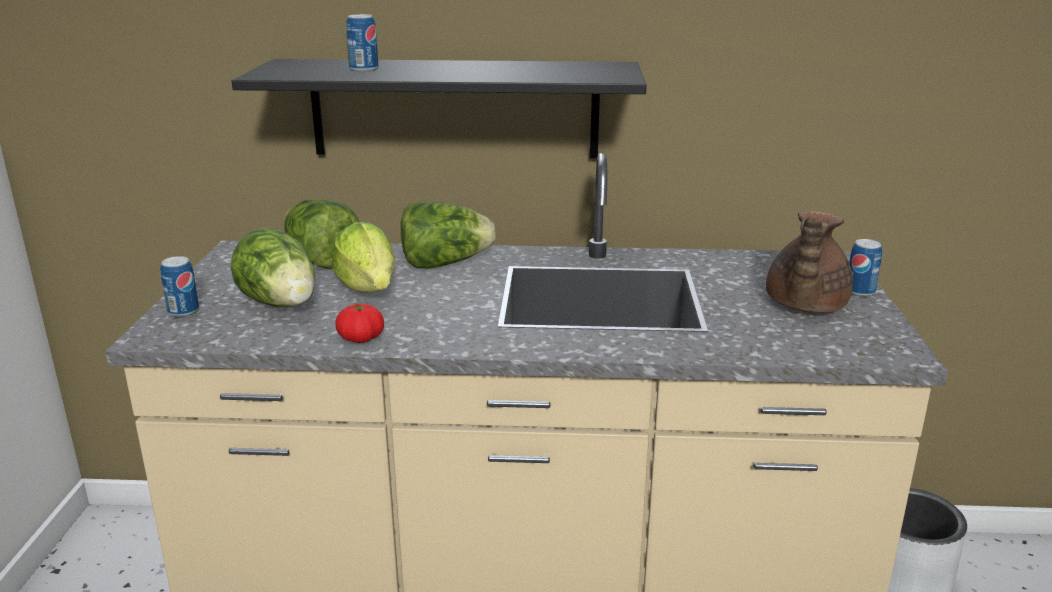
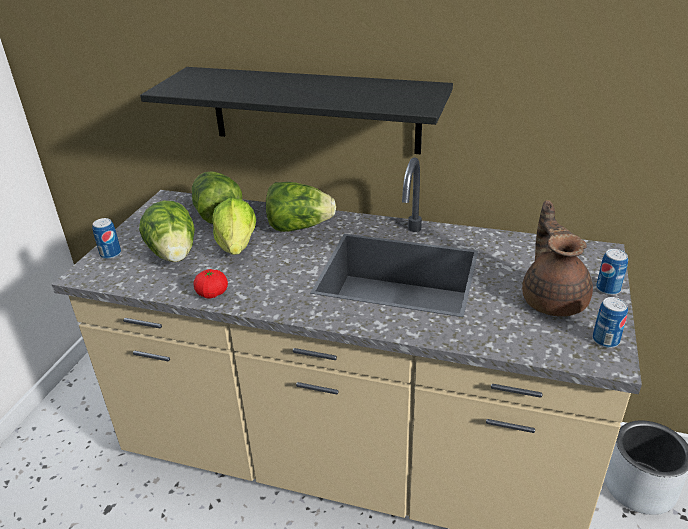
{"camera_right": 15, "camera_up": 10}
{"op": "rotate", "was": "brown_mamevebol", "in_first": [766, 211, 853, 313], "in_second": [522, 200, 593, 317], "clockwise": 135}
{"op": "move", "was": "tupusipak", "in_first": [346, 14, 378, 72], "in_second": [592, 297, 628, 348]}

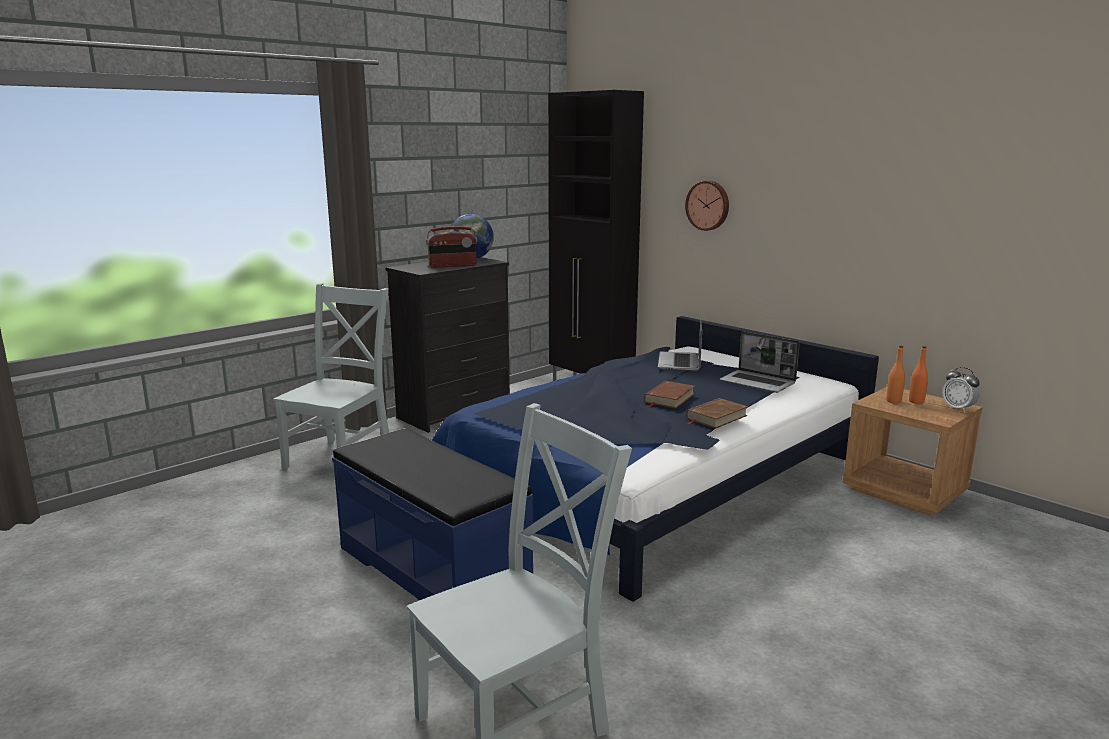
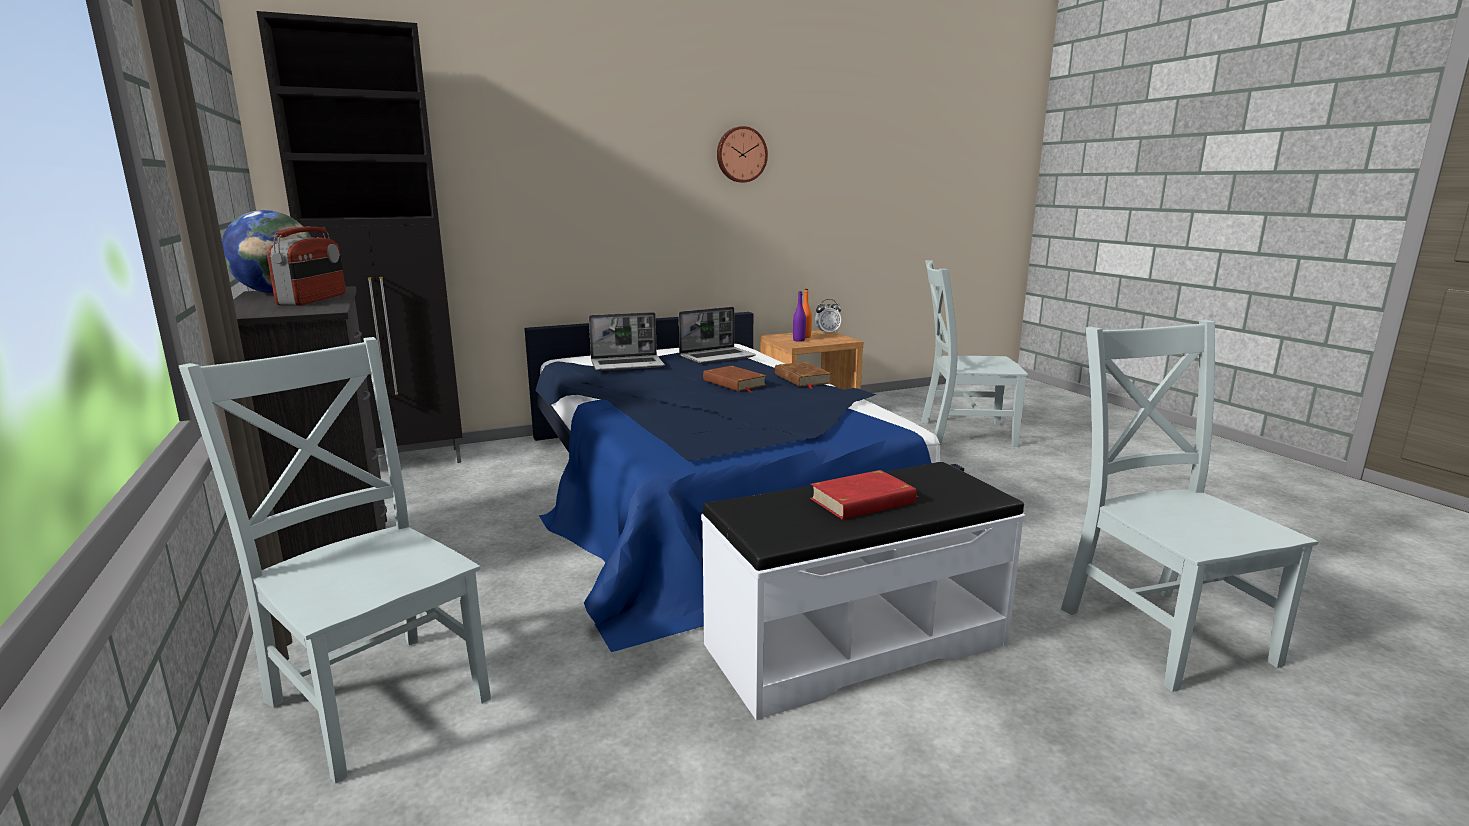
{"camera_right": -70, "camera_up": 0}
{"op": "rotate", "was": "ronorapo", "in_first": [658, 318, 702, 372], "in_second": [589, 312, 665, 371], "clockwise": -45}
{"op": "recolor", "was": "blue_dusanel", "now": "white_dusanel", "in_first": [332, 428, 533, 600], "in_second": [701, 462, 1025, 720]}
{"op": "move", "was": "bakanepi", "in_first": [685, 181, 729, 231], "in_second": [717, 126, 768, 182]}
{"op": "recolor", "was": "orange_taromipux", "now": "purple_taromipux", "in_first": [886, 346, 905, 404], "in_second": [793, 291, 806, 342]}
{"op": "insert", "now": "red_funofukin", "in_second": [810, 470, 920, 520]}
{"op": "insert", "now": "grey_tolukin", "in_second": [921, 260, 1028, 447]}

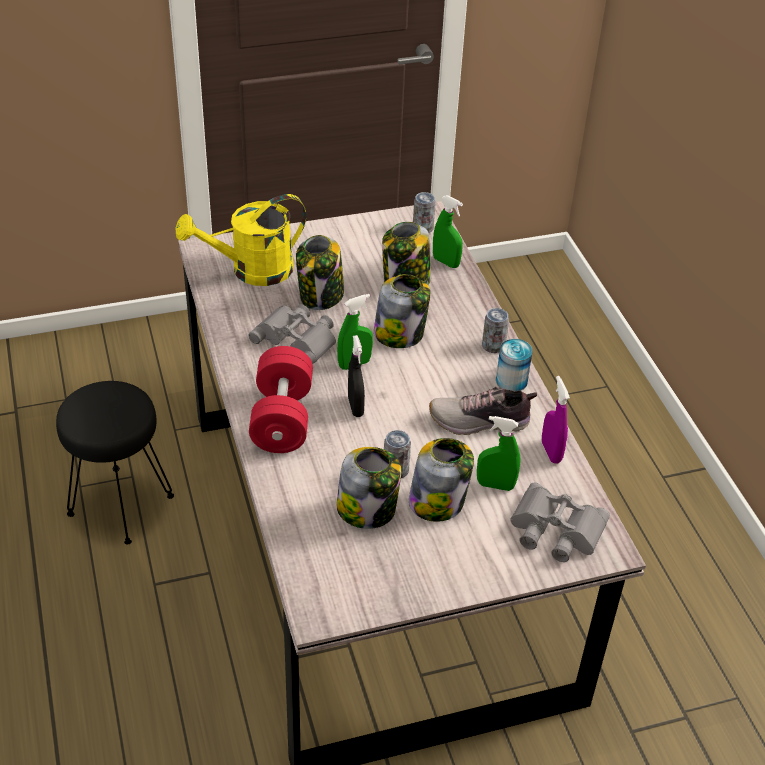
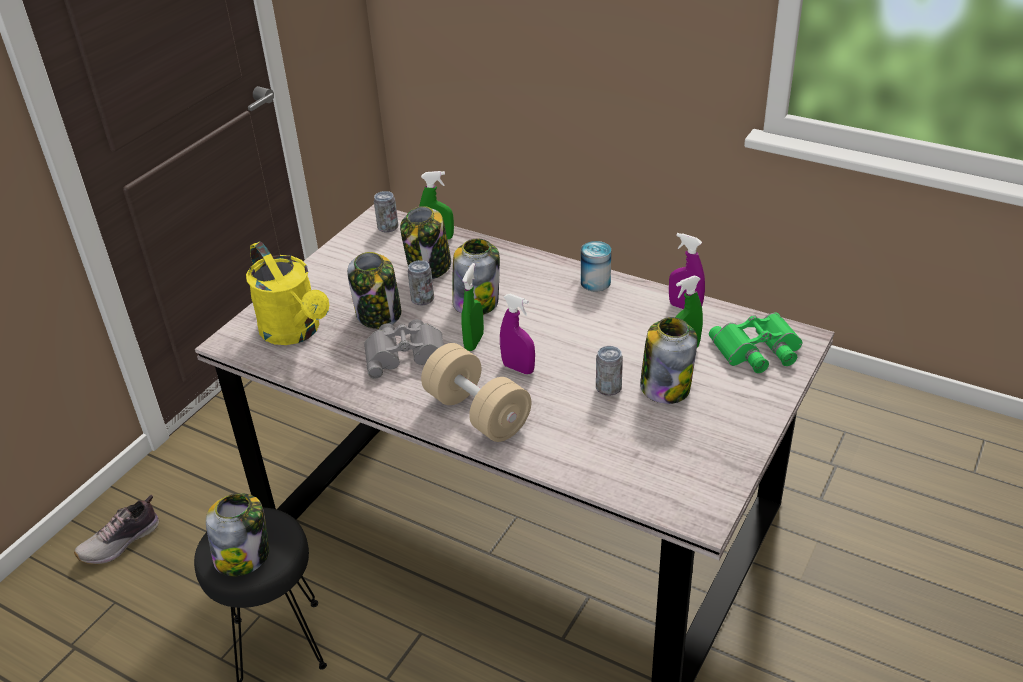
{"camera_right": -40, "camera_up": -5}
{"op": "move", "was": "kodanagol", "in_first": [429, 387, 537, 435], "in_second": [74, 495, 159, 564]}
{"op": "move", "was": "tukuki", "in_first": [337, 447, 401, 529], "in_second": [206, 493, 269, 576]}
{"op": "rotate", "was": "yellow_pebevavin", "in_first": [176, 194, 306, 286], "in_second": [246, 241, 329, 345], "clockwise": -60}
{"op": "move", "was": "tupusipak", "in_first": [482, 308, 509, 353], "in_second": [407, 260, 434, 305]}
{"op": "recolor", "was": "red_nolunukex", "now": "beige_nolunukex", "in_first": [249, 346, 313, 453], "in_second": [421, 343, 531, 442]}
{"op": "recolor", "was": "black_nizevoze", "now": "purple_nizevoze", "in_first": [348, 335, 365, 417], "in_second": [500, 294, 535, 374]}
{"op": "recolor", "was": "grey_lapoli", "now": "green_lapoli", "in_first": [510, 483, 610, 562], "in_second": [709, 313, 802, 373]}

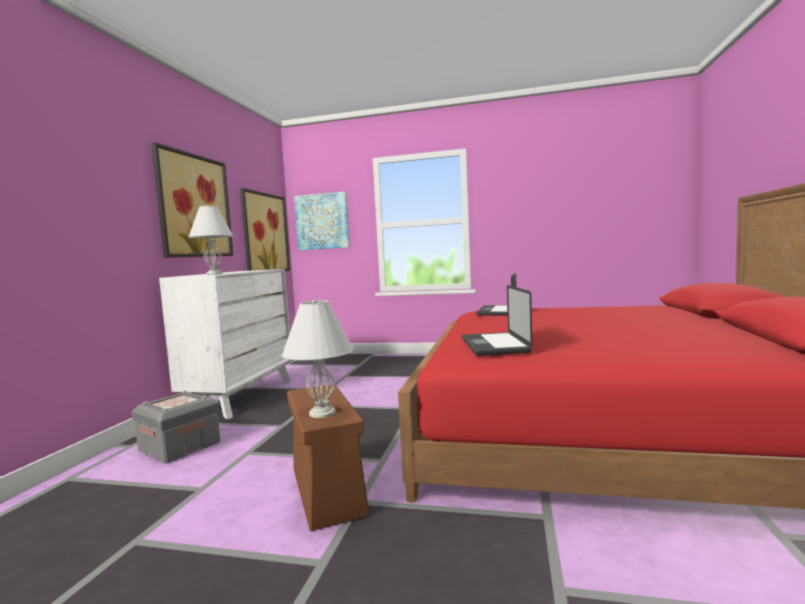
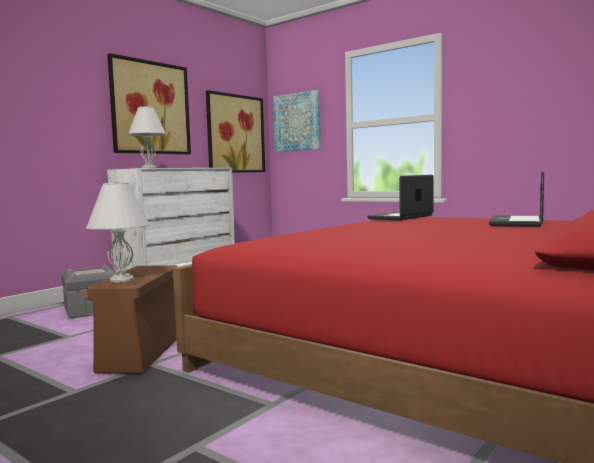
{"camera_right": 25, "camera_up": 0}
{"op": "move", "was": "ronorapo", "in_first": [462, 285, 532, 356], "in_second": [489, 172, 544, 227]}

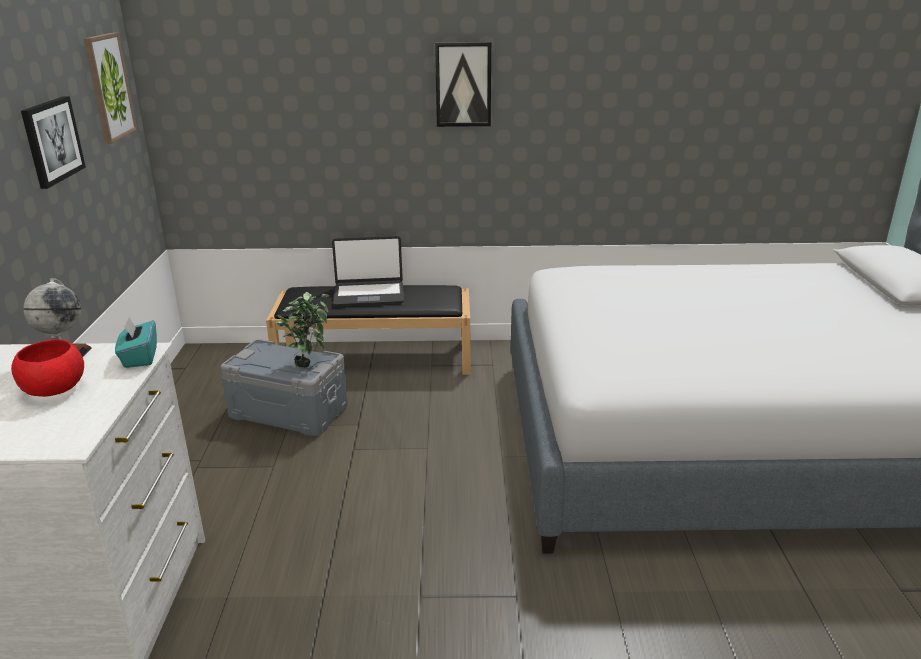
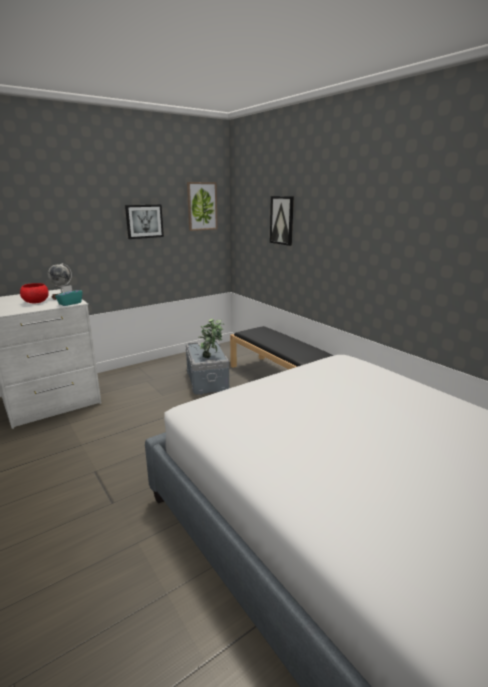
{"camera_right": 55, "camera_up": -5}
{"op": "move", "was": "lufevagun", "in_first": [435, 42, 491, 127], "in_second": [270, 196, 294, 246]}
{"op": "delete", "was": "ronorapo", "in_first": [332, 236, 404, 306]}

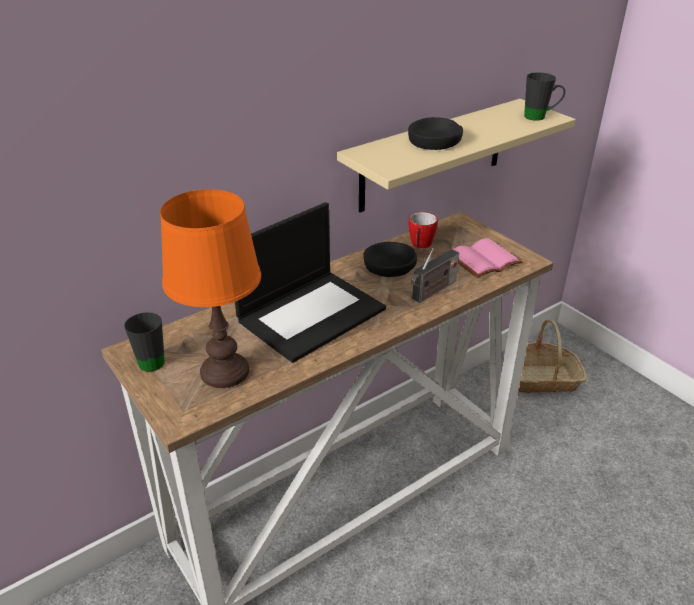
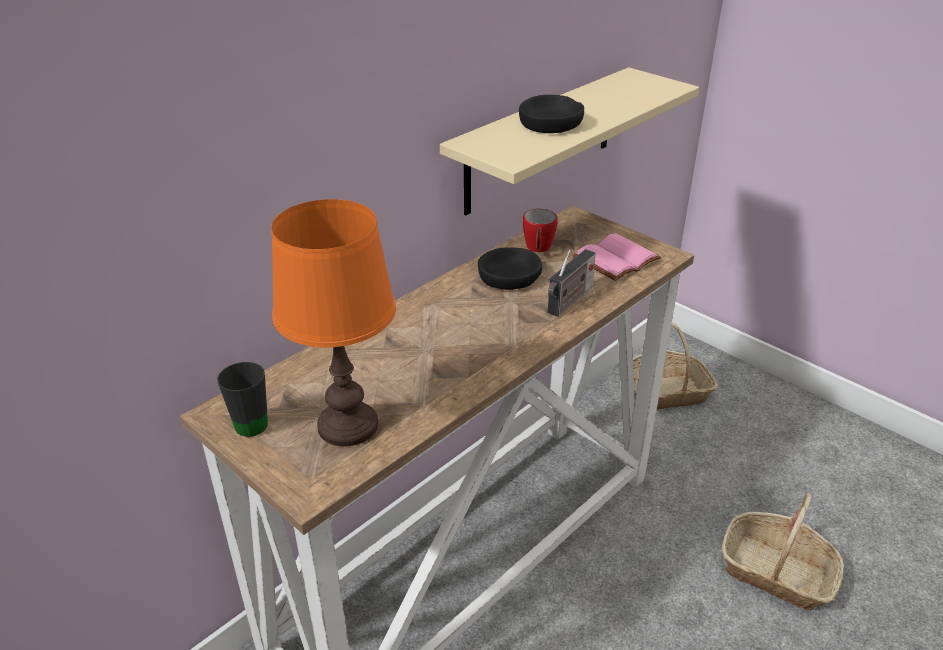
{"camera_right": -10, "camera_up": 0}
{"op": "insert", "now": "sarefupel", "in_second": [722, 493, 844, 610]}
{"op": "delete", "was": "ronorapo", "in_first": [235, 202, 386, 363]}
{"op": "delete", "was": "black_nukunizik", "in_first": [524, 72, 565, 121]}

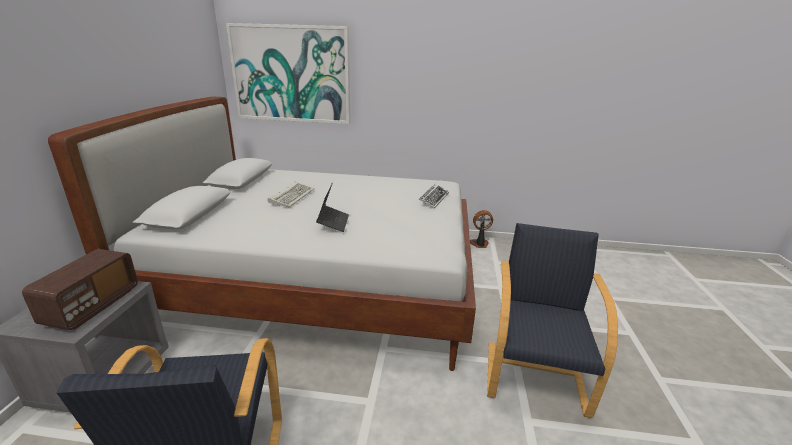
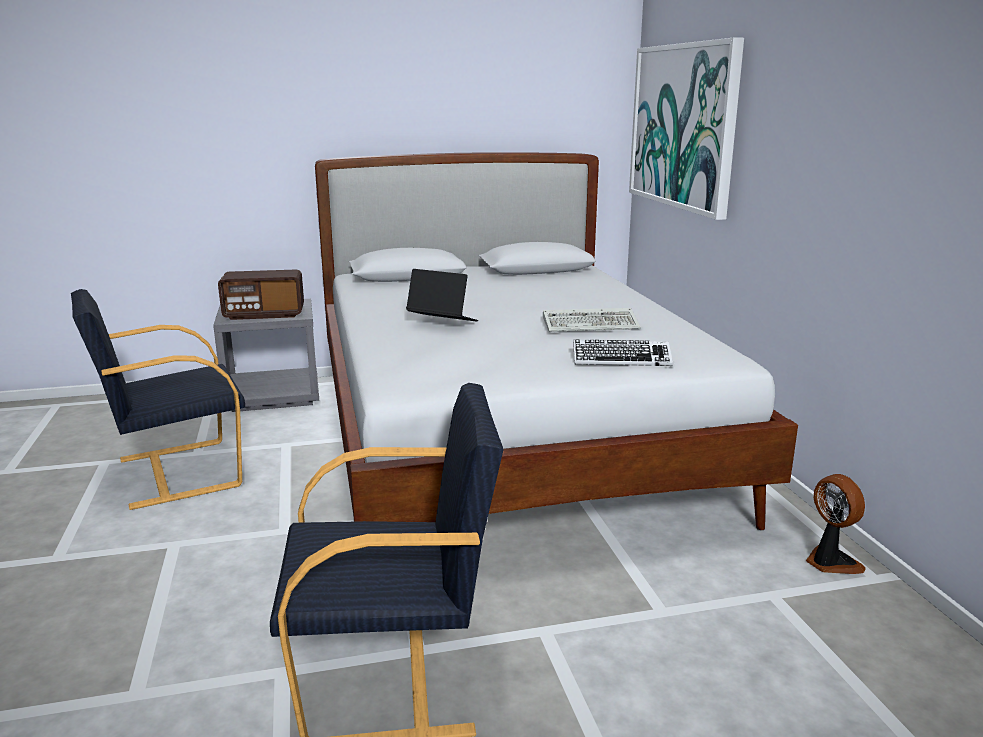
{"camera_right": 70, "camera_up": -5}
{"op": "rotate", "was": "ronorapo", "in_first": [316, 182, 349, 232], "in_second": [406, 269, 478, 321], "clockwise": -135}
{"op": "move", "was": "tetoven", "in_first": [268, 181, 315, 207], "in_second": [543, 308, 641, 332]}

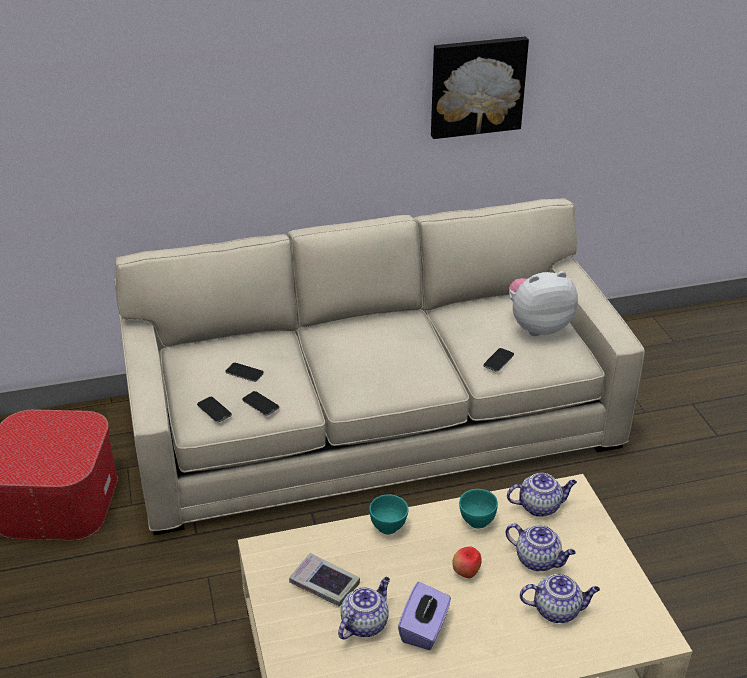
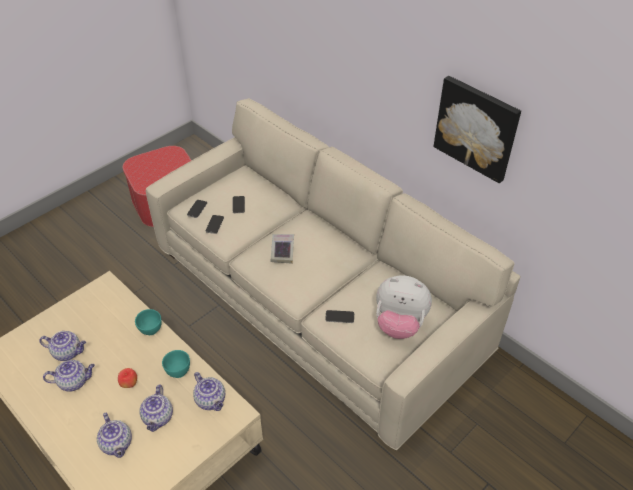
{"camera_right": 60, "camera_up": 10}
{"op": "replace", "was": "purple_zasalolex", "now": "mamevebol", "in_first": [398, 582, 451, 650], "in_second": [43, 360, 95, 392]}
{"op": "move", "was": "funofukin", "in_first": [289, 553, 360, 607], "in_second": [270, 234, 294, 264]}
{"op": "rotate", "was": "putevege", "in_first": [509, 271, 578, 336], "in_second": [376, 275, 432, 339], "clockwise": 150}

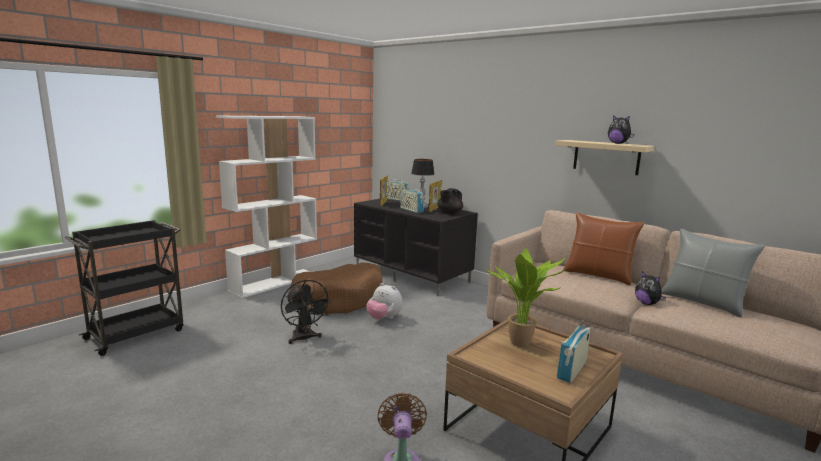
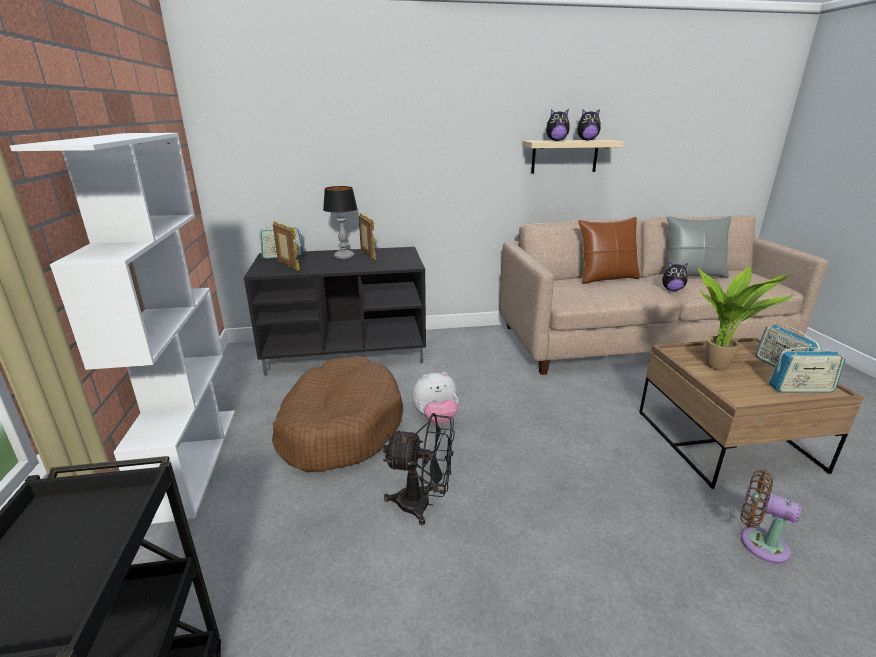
{"camera_right": -50, "camera_up": 10}
{"op": "insert", "now": "putevege", "in_second": [546, 109, 570, 141]}
{"op": "move", "was": "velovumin", "in_first": [400, 185, 424, 213], "in_second": [769, 345, 845, 393]}
{"op": "delete", "was": "black_mamevebol", "in_first": [438, 188, 463, 214]}

